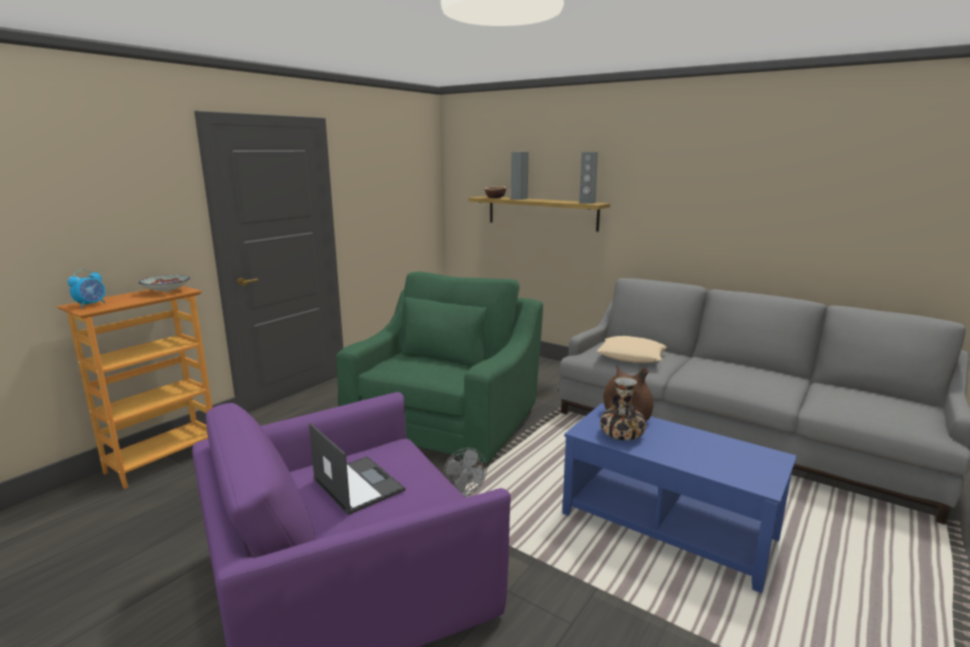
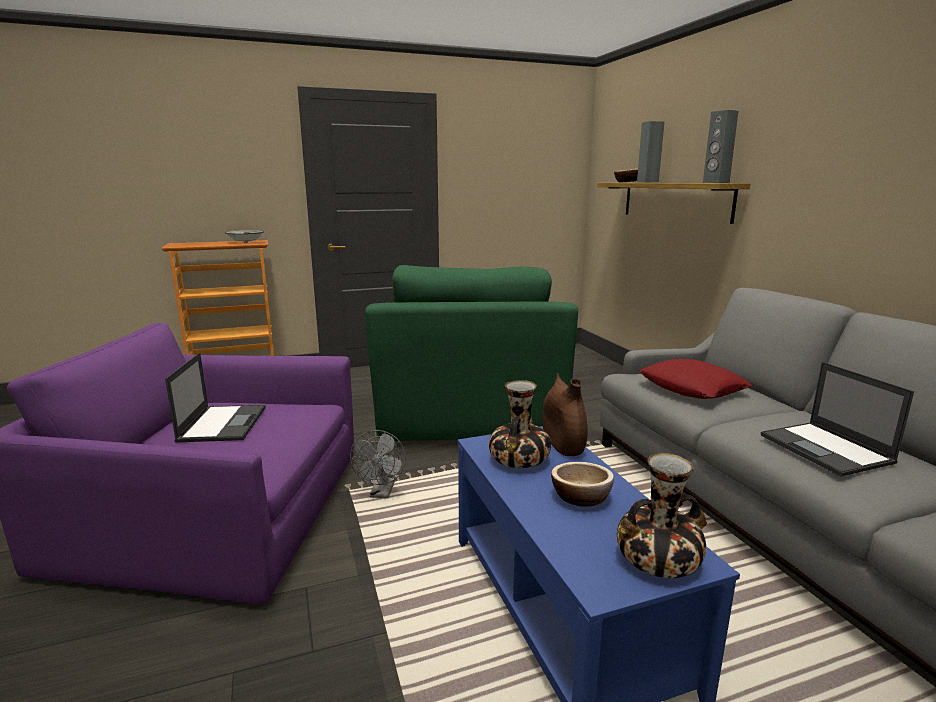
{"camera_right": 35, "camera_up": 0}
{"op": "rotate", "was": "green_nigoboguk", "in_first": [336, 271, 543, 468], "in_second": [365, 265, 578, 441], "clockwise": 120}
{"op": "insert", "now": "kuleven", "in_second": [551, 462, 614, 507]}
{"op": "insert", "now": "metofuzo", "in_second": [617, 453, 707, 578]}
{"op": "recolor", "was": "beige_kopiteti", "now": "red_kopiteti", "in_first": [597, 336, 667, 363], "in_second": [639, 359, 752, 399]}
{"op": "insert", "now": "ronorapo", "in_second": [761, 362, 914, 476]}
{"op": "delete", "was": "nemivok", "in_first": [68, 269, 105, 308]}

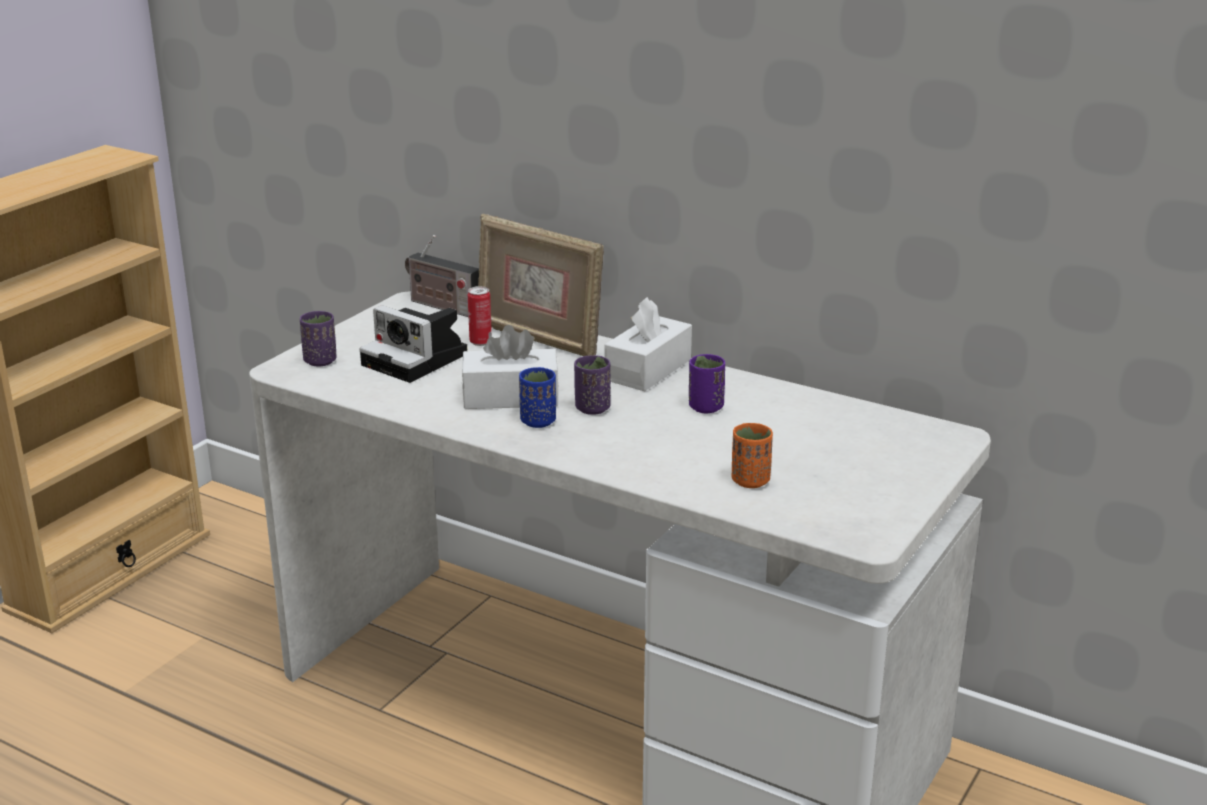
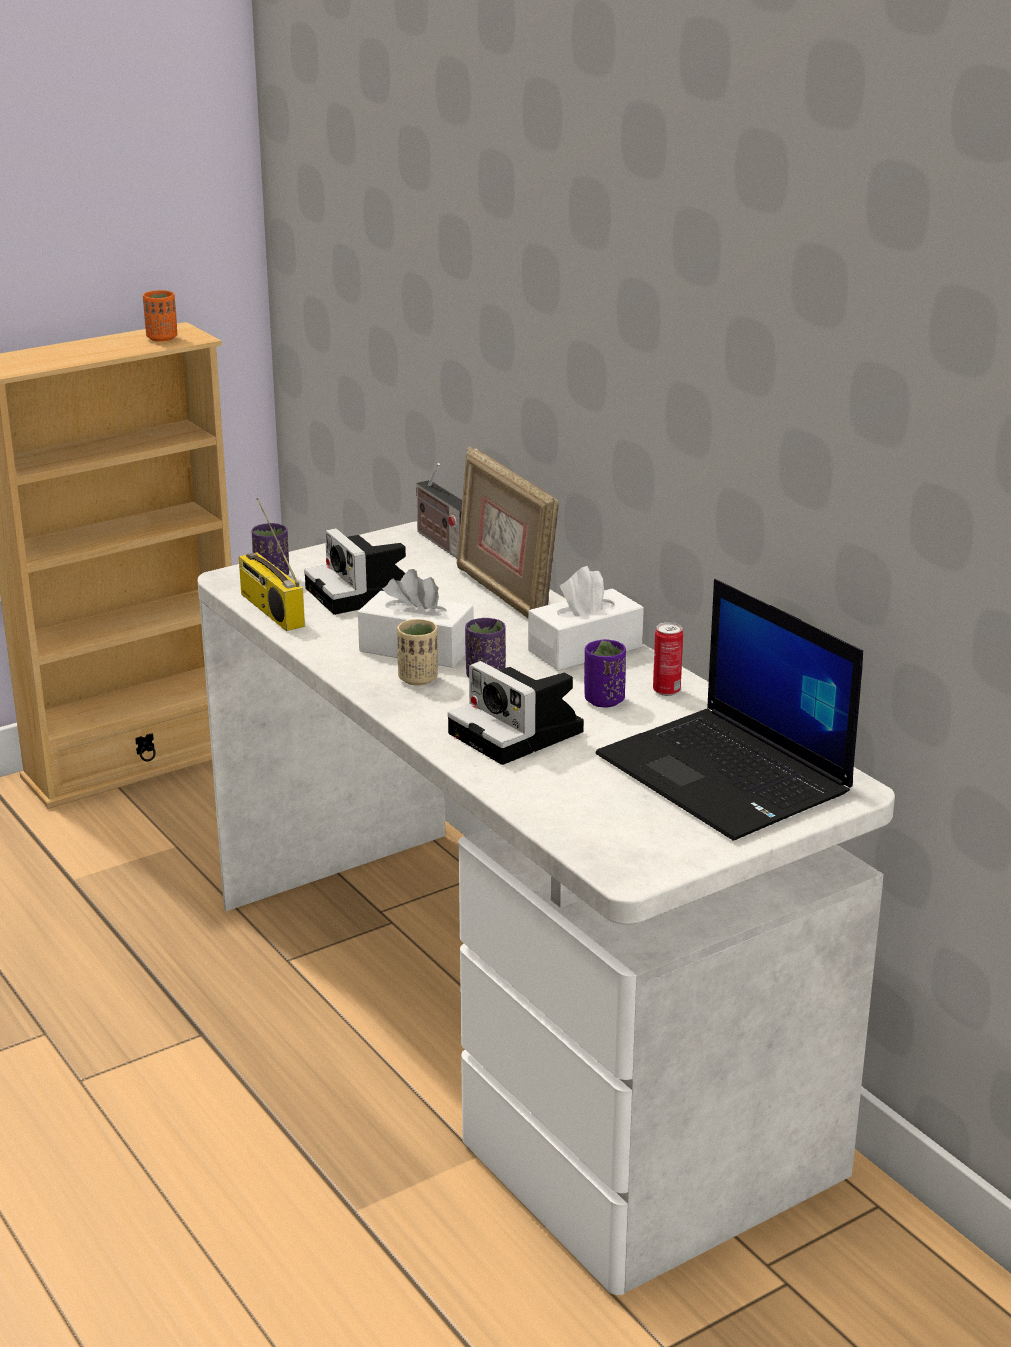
{"camera_right": 25, "camera_up": 0}
{"op": "move", "was": "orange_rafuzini", "in_first": [732, 423, 773, 488], "in_second": [143, 290, 177, 342]}
{"op": "insert", "now": "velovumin", "in_second": [239, 498, 305, 631]}
{"op": "recolor", "was": "blue_rafuzini", "now": "beige_rafuzini", "in_first": [519, 367, 556, 428], "in_second": [397, 619, 438, 686]}
{"op": "insert", "now": "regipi", "in_second": [448, 661, 584, 765]}
{"op": "insert", "now": "ronorapo", "in_second": [596, 579, 863, 841]}
{"op": "move", "was": "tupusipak", "in_first": [468, 286, 492, 346], "in_second": [653, 622, 683, 696]}

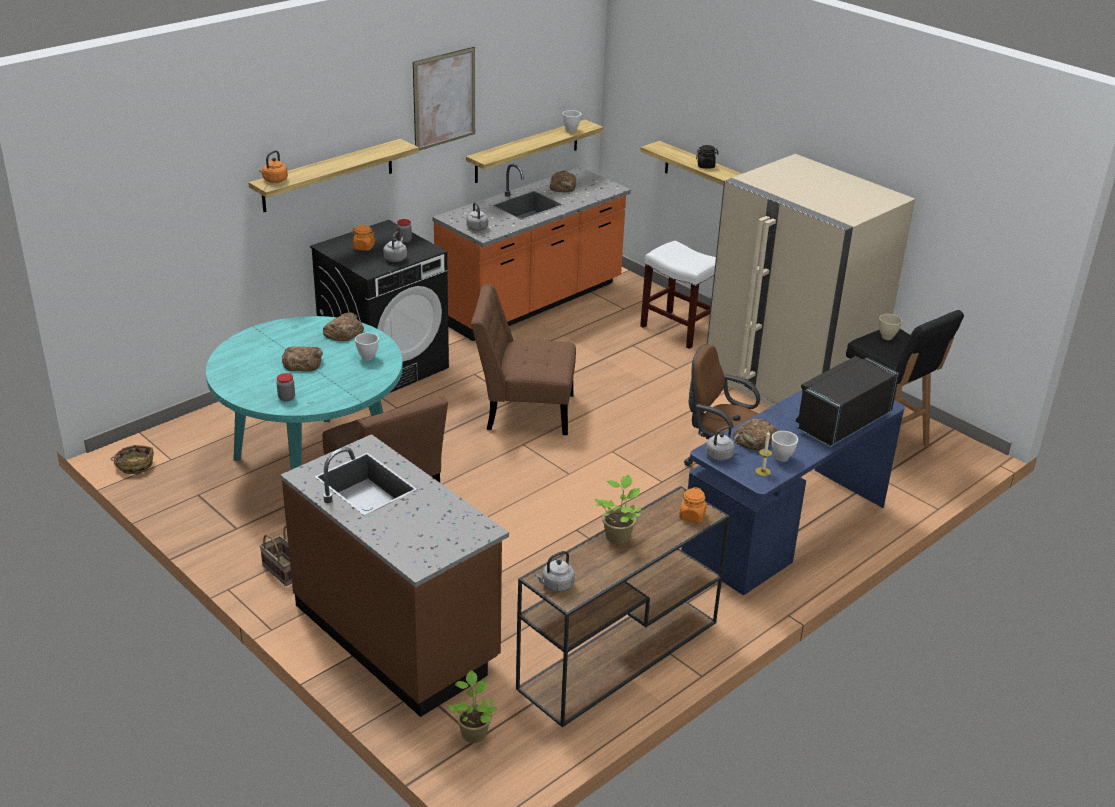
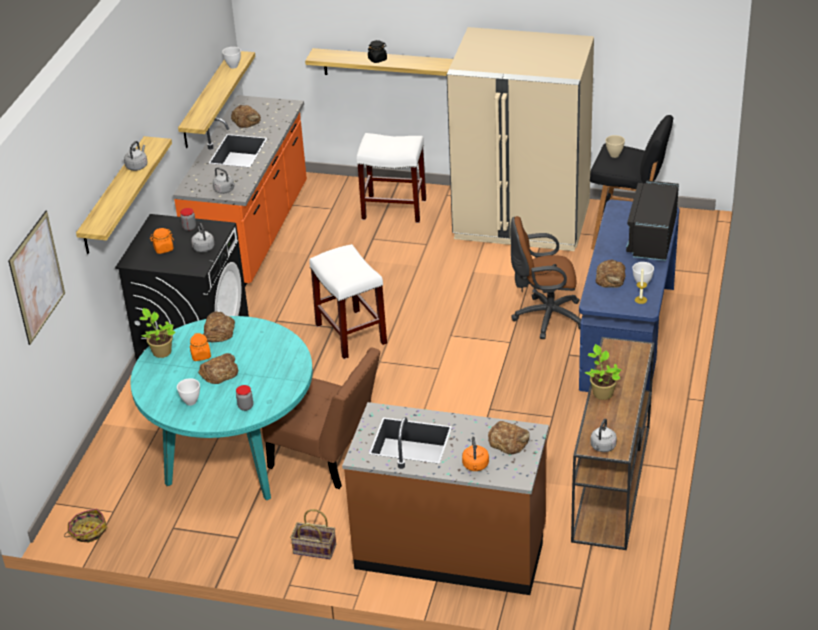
{"camera_right": -30, "camera_up": 5}
{"op": "move", "was": "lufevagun", "in_first": [413, 47, 475, 151], "in_second": [8, 210, 65, 345]}
{"op": "move", "was": "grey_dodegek", "in_first": [706, 426, 739, 461], "in_second": [124, 141, 147, 171]}
{"op": "move", "was": "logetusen", "in_first": [447, 670, 497, 743], "in_second": [140, 308, 176, 358]}
{"op": "move", "was": "white_kuleven", "in_first": [355, 333, 379, 361], "in_second": [177, 378, 200, 406]}
{"op": "move", "was": "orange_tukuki", "in_first": [679, 487, 707, 523], "in_second": [190, 333, 211, 361]}
{"op": "replace", "was": "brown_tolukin", "now": "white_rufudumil", "in_first": [471, 284, 576, 435], "in_second": [309, 244, 387, 359]}
{"op": "move", "was": "orange_dodegek", "in_first": [259, 150, 288, 183], "in_second": [462, 437, 489, 471]}
{"op": "insert", "now": "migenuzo", "in_second": [488, 421, 530, 454]}

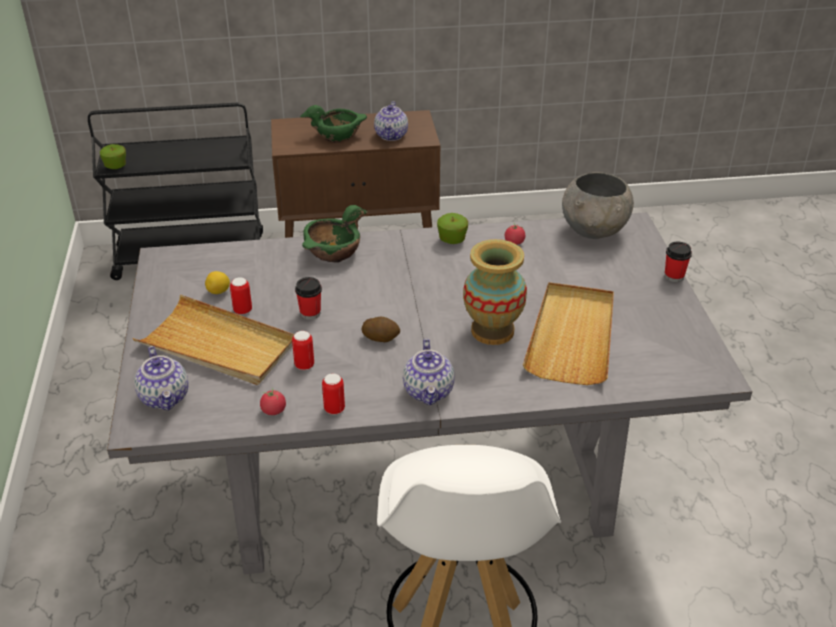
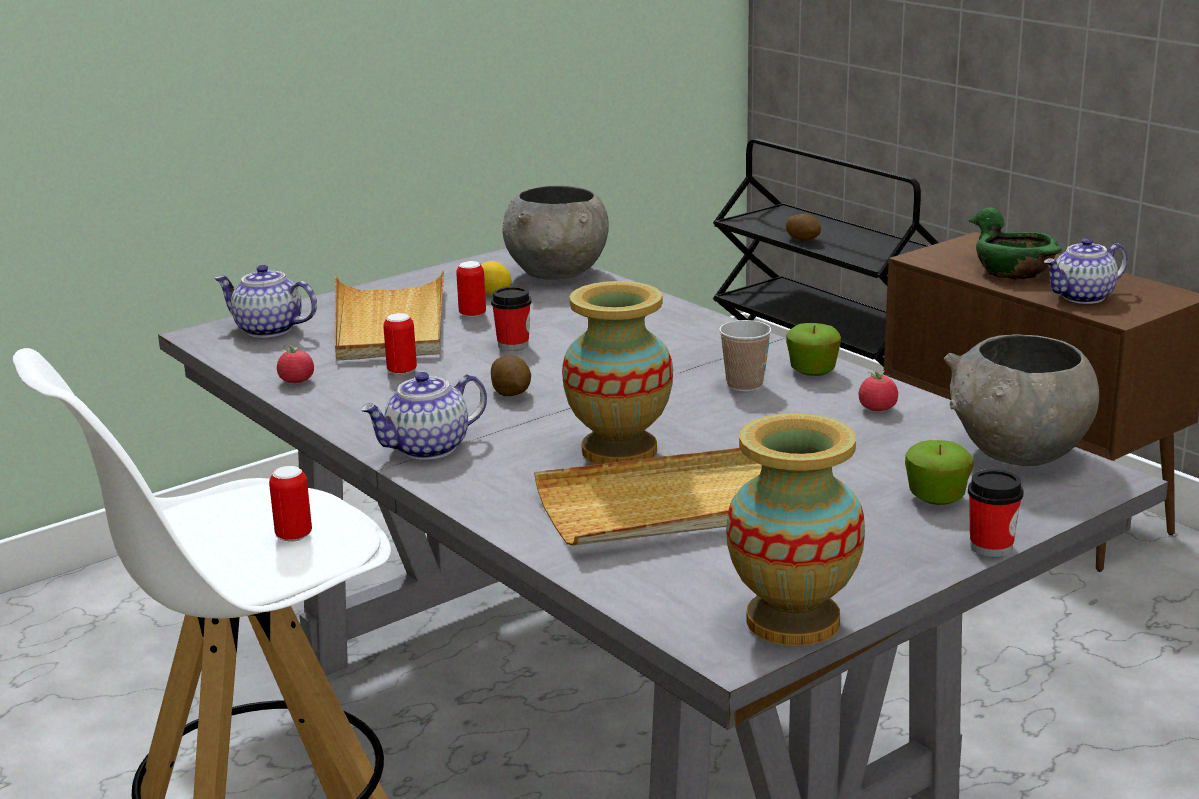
{"camera_right": 60, "camera_up": -15}
{"op": "rotate", "was": "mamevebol", "in_first": [134, 346, 189, 411], "in_second": [214, 265, 317, 338], "clockwise": 75}
{"op": "move", "was": "tupusipak", "in_first": [322, 373, 345, 415], "in_second": [269, 466, 312, 542]}
{"op": "insert", "now": "grey_kuleven", "in_second": [502, 185, 609, 280]}
{"op": "insert", "now": "rafuzini", "in_second": [719, 320, 772, 392]}
{"op": "insert", "now": "metofuzo", "in_second": [726, 413, 865, 646]}
{"op": "insert", "now": "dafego", "in_second": [786, 214, 821, 241]}
{"op": "move", "was": "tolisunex", "in_first": [100, 144, 126, 169], "in_second": [905, 440, 974, 505]}
{"op": "delete", "was": "green_kuleven", "in_first": [302, 205, 368, 263]}

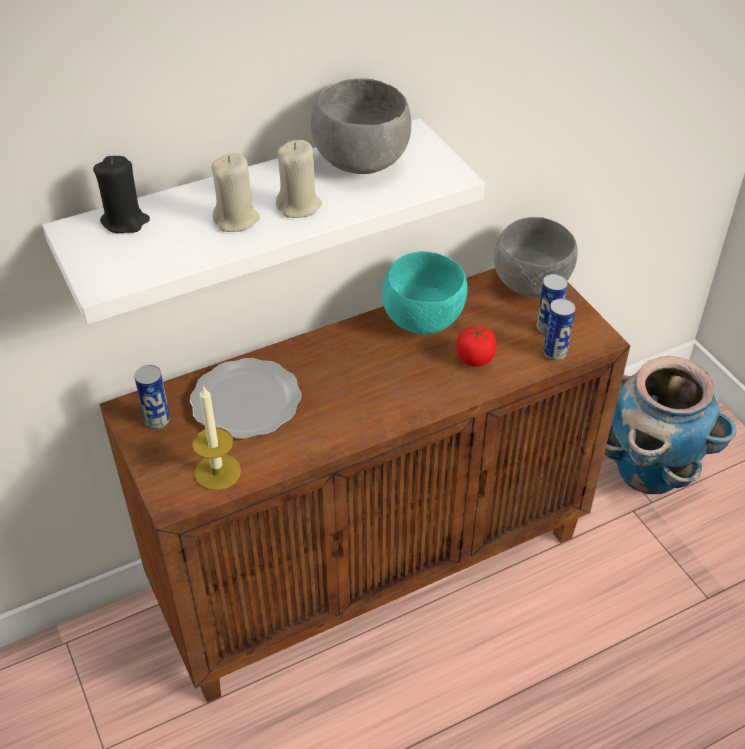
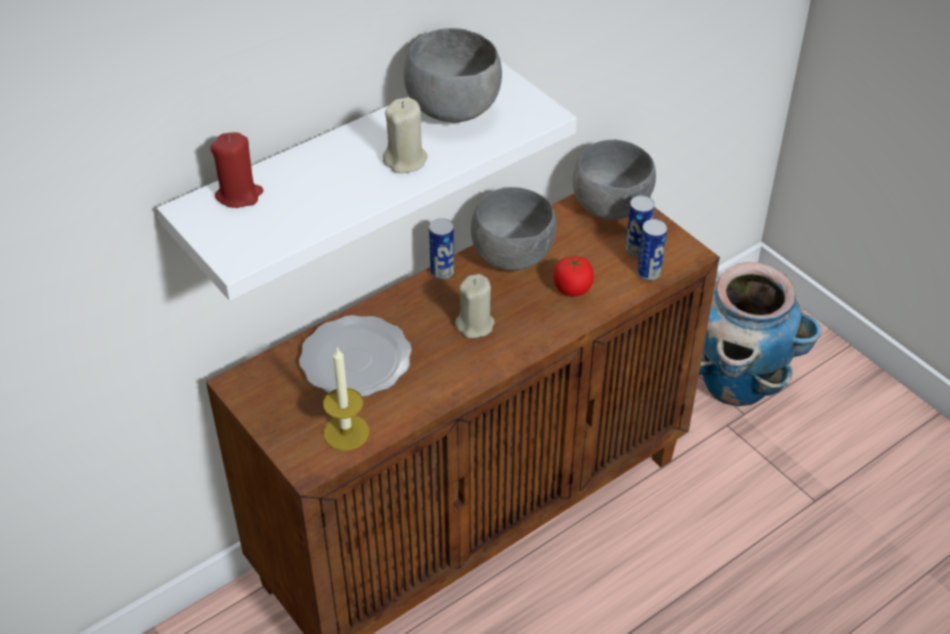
{"camera_right": -10, "camera_up": 0}
{"op": "recolor", "was": "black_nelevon", "now": "red_nelevon", "in_first": [93, 156, 150, 233], "in_second": [210, 132, 263, 208]}
{"op": "move", "was": "tupusipak", "in_first": [134, 365, 170, 429], "in_second": [429, 218, 454, 280]}
{"op": "move", "was": "beige_nelevon", "in_first": [211, 153, 260, 232], "in_second": [455, 274, 495, 338]}
{"op": "recolor", "was": "turquoise_kuleven", "now": "grey_kuleven", "in_first": [382, 251, 468, 334], "in_second": [471, 187, 557, 271]}

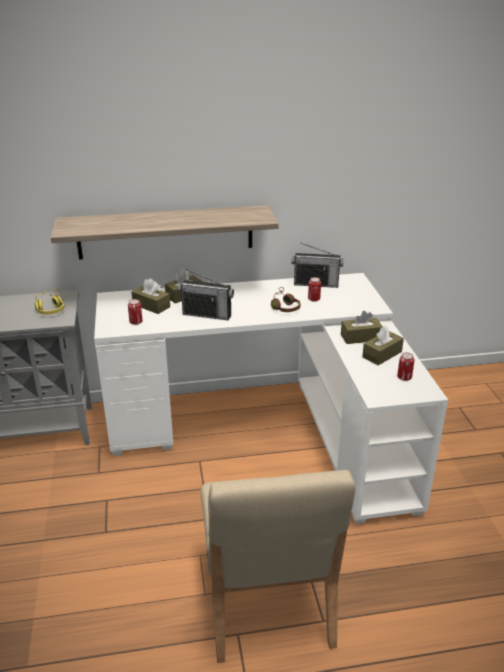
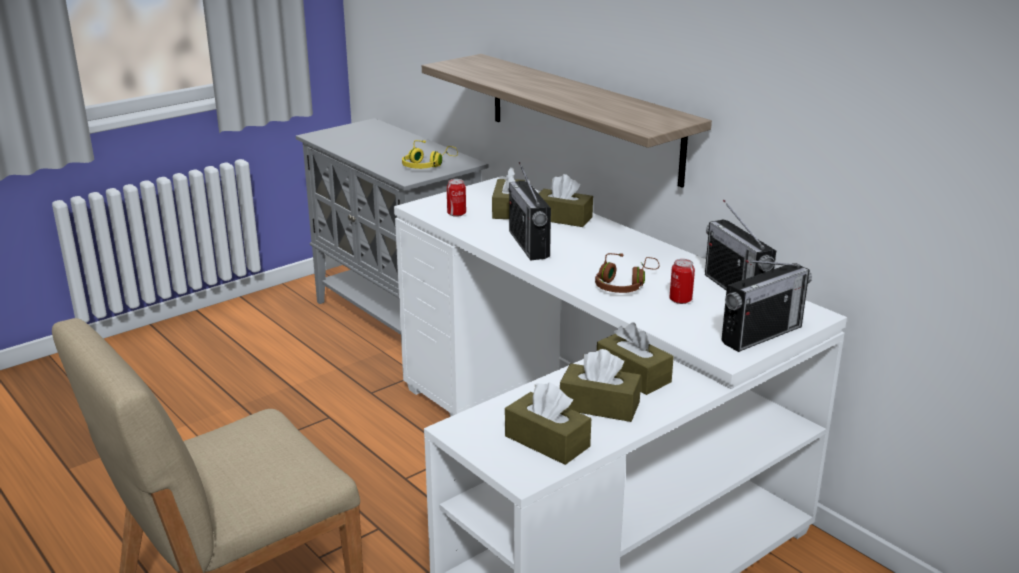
{"camera_right": 60, "camera_up": -5}
{"op": "replace", "was": "tupusipak", "now": "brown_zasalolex", "in_first": [397, 353, 414, 381], "in_second": [505, 382, 591, 465]}
{"op": "insert", "now": "velovumin", "in_second": [722, 260, 812, 352]}

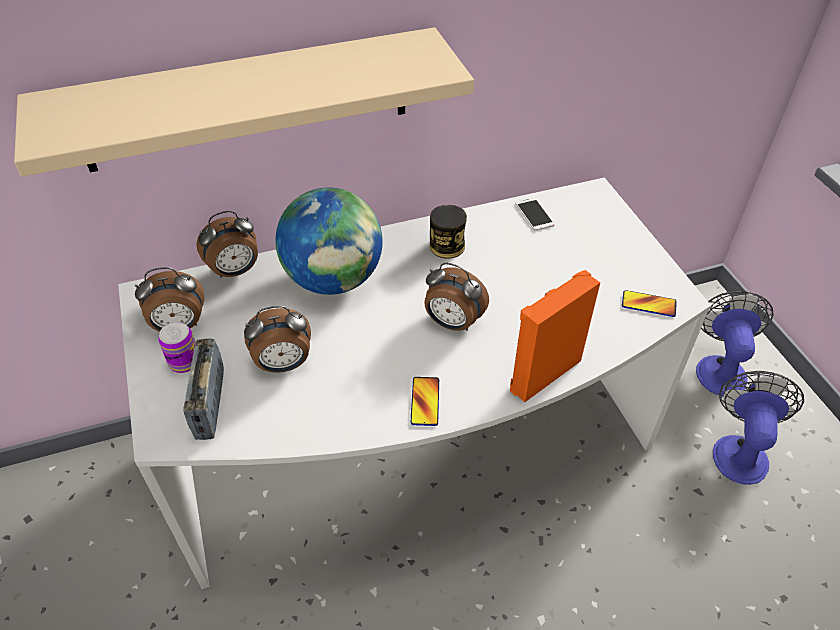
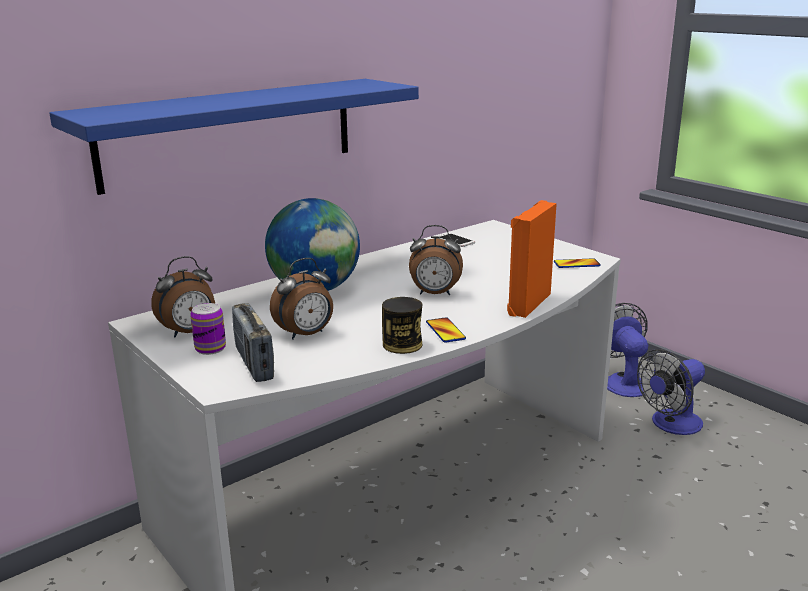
{"camera_right": -20, "camera_up": -25}
{"op": "recolor", "was": "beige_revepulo", "now": "blue_revepulo", "in_first": [14, 27, 474, 177], "in_second": [49, 79, 419, 195]}
{"op": "move", "was": "tupusipak", "in_first": [430, 205, 467, 259], "in_second": [382, 297, 423, 354]}
{"op": "rotate", "was": "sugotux", "in_first": [713, 371, 804, 485], "in_second": [637, 349, 705, 435], "clockwise": -120}
{"op": "delete", "was": "nemivok", "in_first": [196, 211, 258, 278]}

